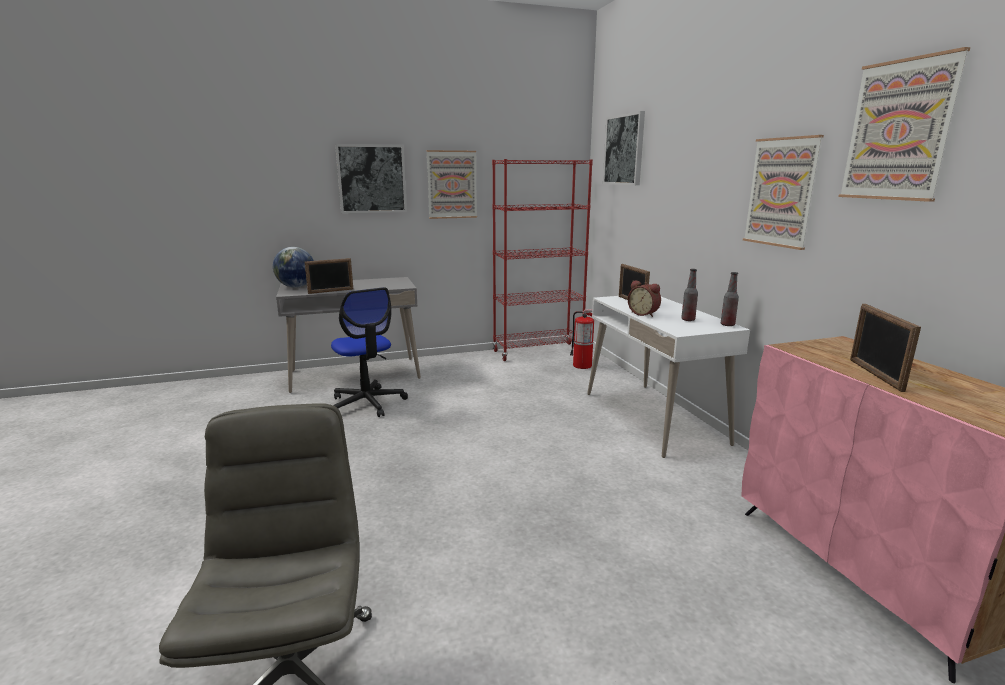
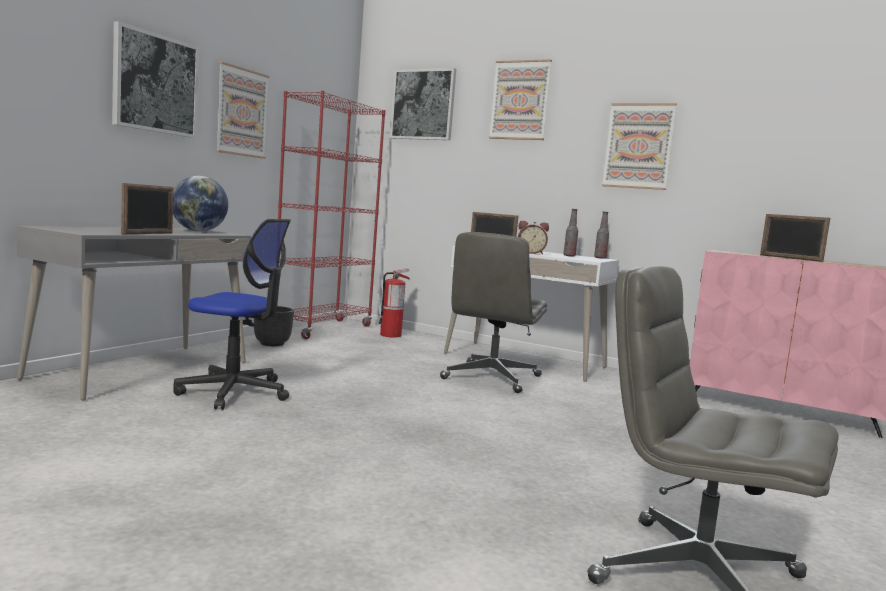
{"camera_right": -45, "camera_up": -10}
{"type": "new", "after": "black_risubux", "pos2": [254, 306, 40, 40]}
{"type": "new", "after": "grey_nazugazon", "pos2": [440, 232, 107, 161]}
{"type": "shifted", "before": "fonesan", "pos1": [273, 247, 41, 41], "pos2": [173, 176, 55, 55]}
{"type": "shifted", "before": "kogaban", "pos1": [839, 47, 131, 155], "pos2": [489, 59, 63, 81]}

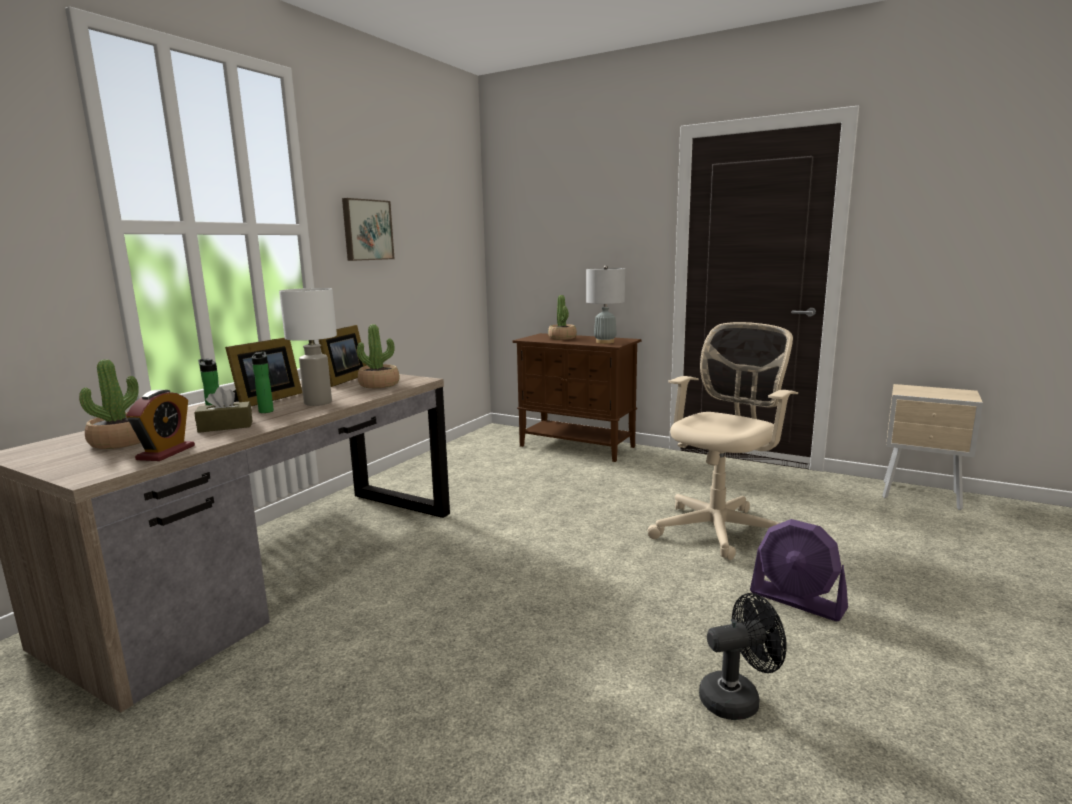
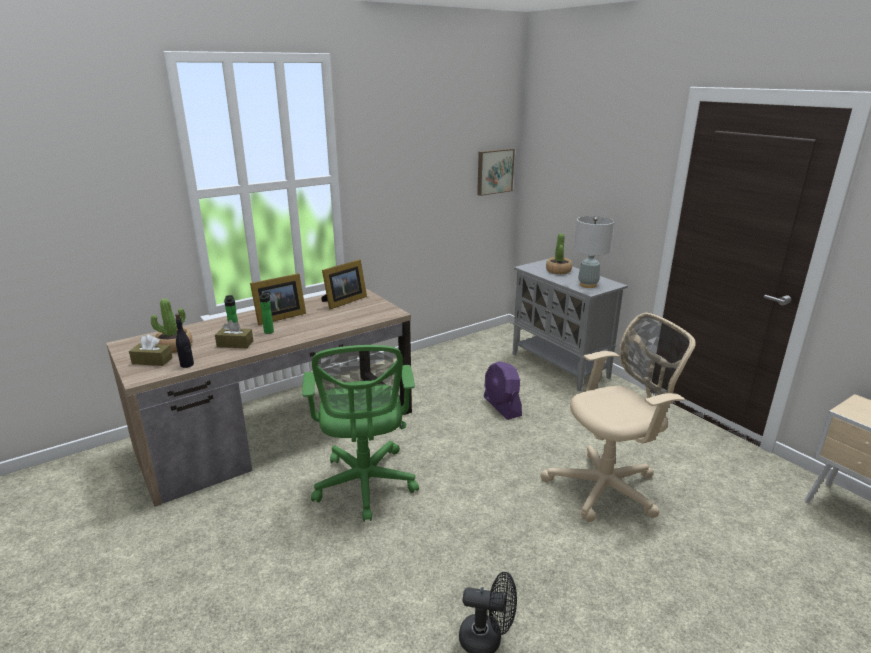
{"camera_right": 25, "camera_up": 10}
{"type": "gone", "before": "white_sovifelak", "pos1": [279, 288, 58, 118]}
{"type": "gone", "before": "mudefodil", "pos1": [357, 324, 42, 64]}
{"type": "new", "after": "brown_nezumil", "pos2": [129, 335, 44, 31]}
{"type": "new", "after": "green_nazugazon", "pos2": [302, 345, 117, 177]}
{"type": "shifted", "before": "kogaban", "pos1": [342, 198, 53, 63], "pos2": [477, 148, 38, 48]}
{"type": "shifted", "before": "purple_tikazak", "pos1": [750, 519, 98, 102], "pos2": [484, 361, 38, 59]}
{"type": "swapped", "before": "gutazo", "after": "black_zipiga", "pos1": [126, 390, 69, 71], "pos2": [175, 314, 19, 54]}
{"type": "repainted", "before": "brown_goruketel", "after": "grey_goruketel", "pos1": [513, 333, 128, 129], "pos2": [512, 259, 116, 132]}

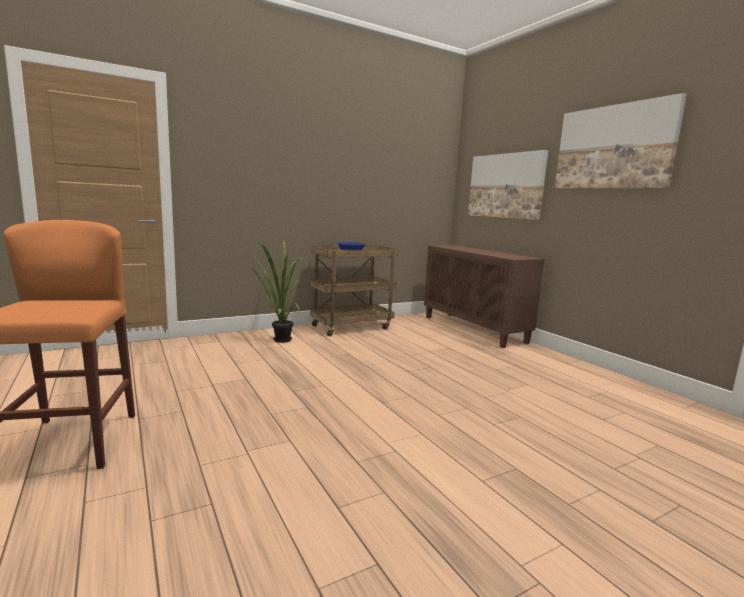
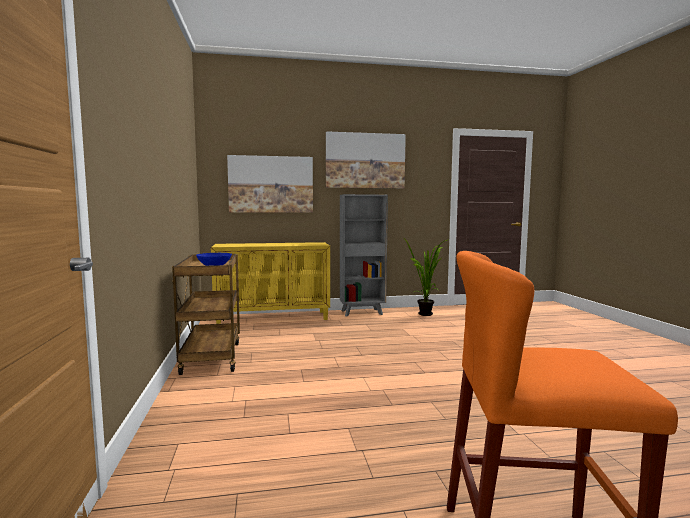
{"camera_right": -70, "camera_up": -5}
{"type": "new", "after": "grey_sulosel", "pos2": [340, 194, 48, 122]}
{"type": "shifted", "before": "mudefodil", "pos1": [250, 240, 55, 103], "pos2": [405, 239, 42, 77]}
{"type": "repainted", "before": "brown_goruketel", "after": "yellow_goruketel", "pos1": [424, 245, 121, 103], "pos2": [211, 242, 119, 82]}

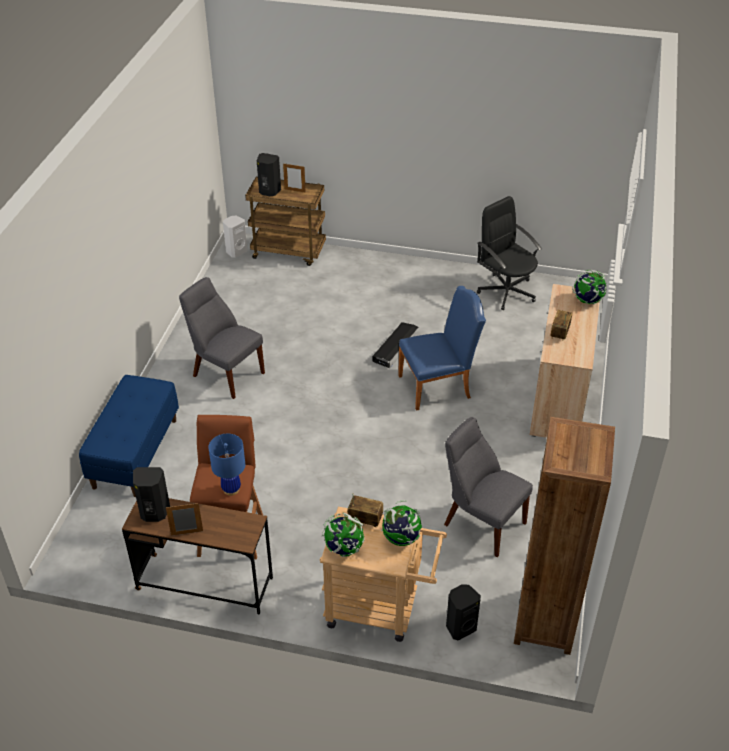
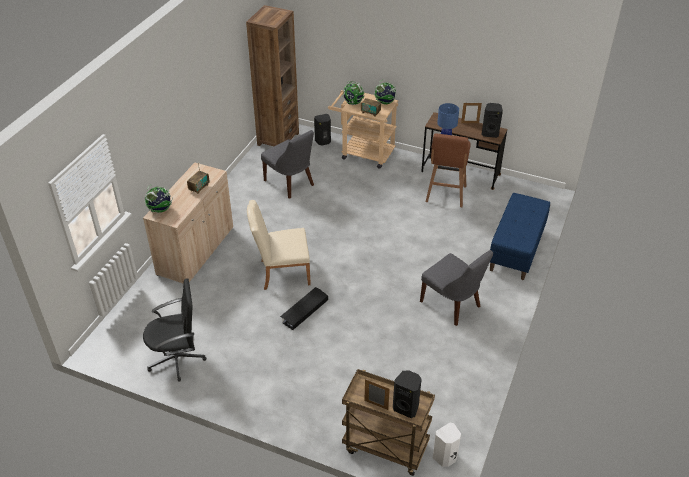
{"camera_right": -170, "camera_up": 0}
{"type": "repainted", "before": "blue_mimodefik", "after": "beige_mimodefik", "pos1": [398, 286, 88, 125], "pos2": [247, 200, 64, 90]}
{"type": "rotated", "before": "black_nazugazon", "pos1": [477, 196, 65, 114], "pos2": [143, 278, 63, 104], "turn": -75}

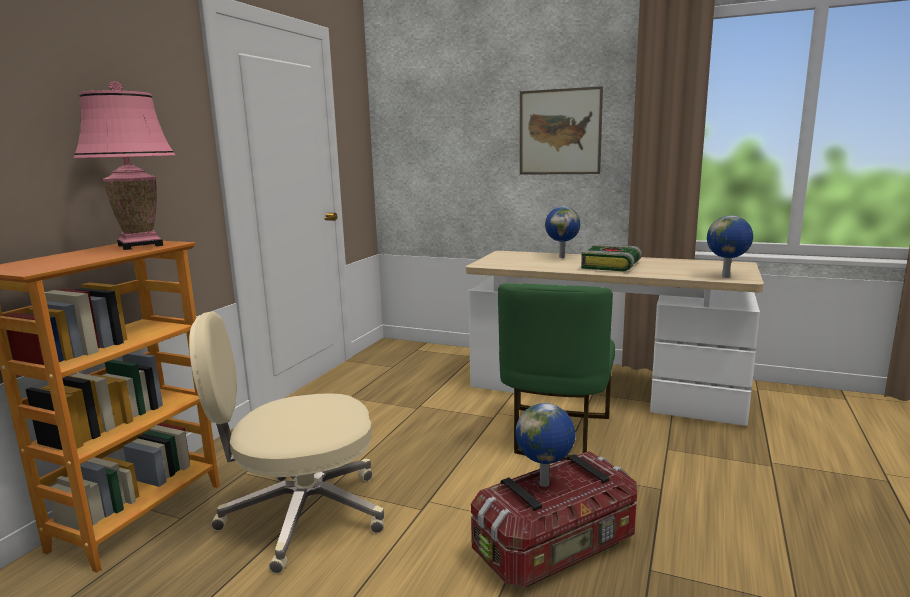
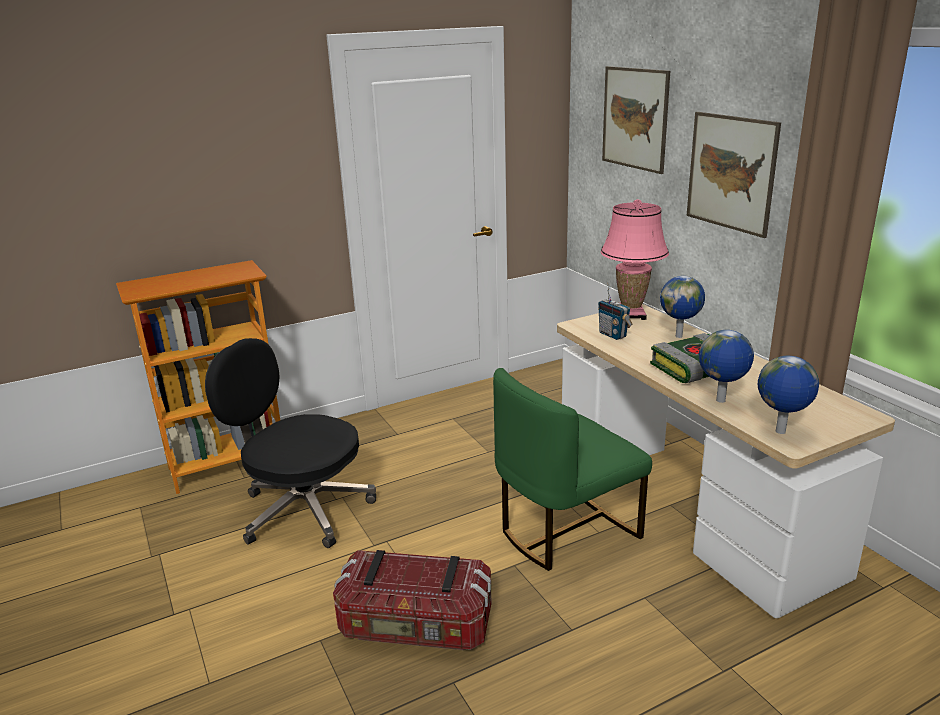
{"camera_right": 40, "camera_up": 10}
{"type": "new", "after": "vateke", "pos2": [598, 282, 34, 58]}
{"type": "new", "after": "kogaban", "pos2": [602, 66, 68, 108]}
{"type": "shifted", "before": "pink_sovifelak", "pos1": [74, 81, 101, 169], "pos2": [600, 199, 69, 121]}
{"type": "shifted", "before": "fonesan", "pos1": [516, 403, 59, 84], "pos2": [699, 330, 55, 73]}
{"type": "repainted", "before": "beige_nazugazon", "after": "black_nazugazon", "pos1": [189, 312, 195, 262], "pos2": [205, 338, 171, 210]}

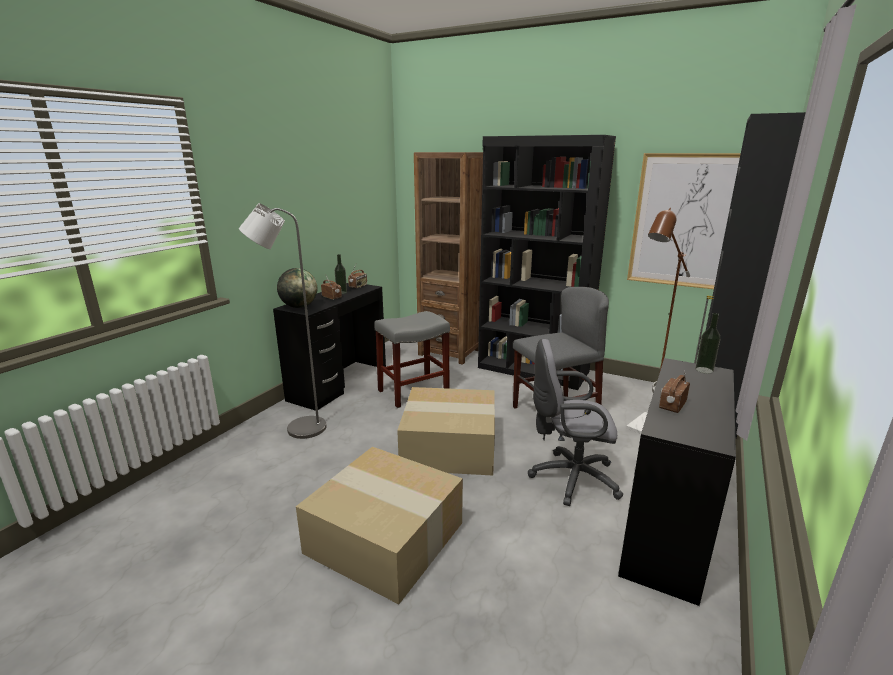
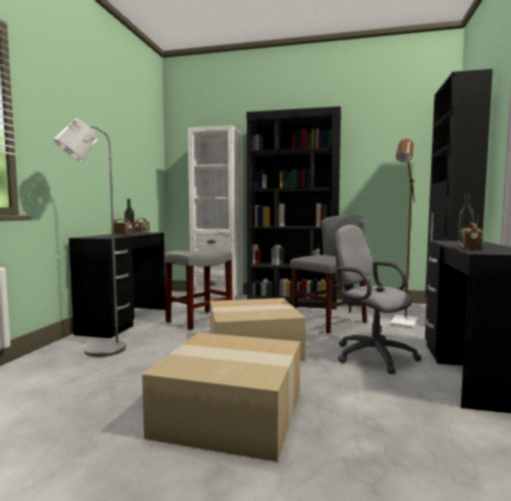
{"camera_right": -15, "camera_up": -15}
{"type": "gone", "before": "fonesan", "pos1": [277, 268, 40, 40]}
{"type": "gone", "before": "kogaban", "pos1": [627, 153, 114, 136]}
{"type": "repainted", "before": "brown_sulosel", "after": "white_sulosel", "pos1": [414, 152, 69, 213], "pos2": [188, 125, 55, 176]}
{"type": "rotated", "before": "grey_nazugazon", "pos1": [528, 339, 95, 167], "pos2": [335, 225, 87, 149], "turn": 60}

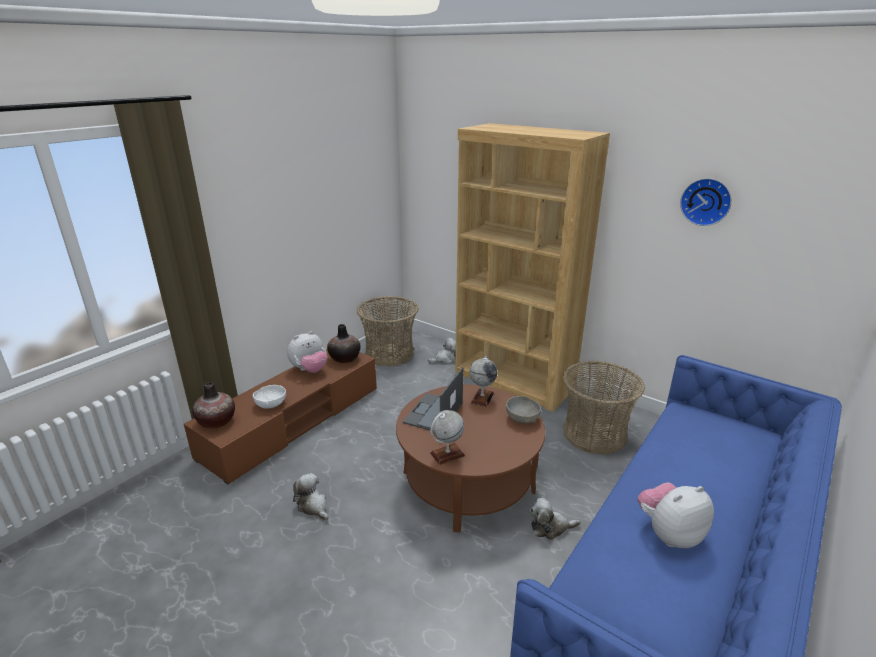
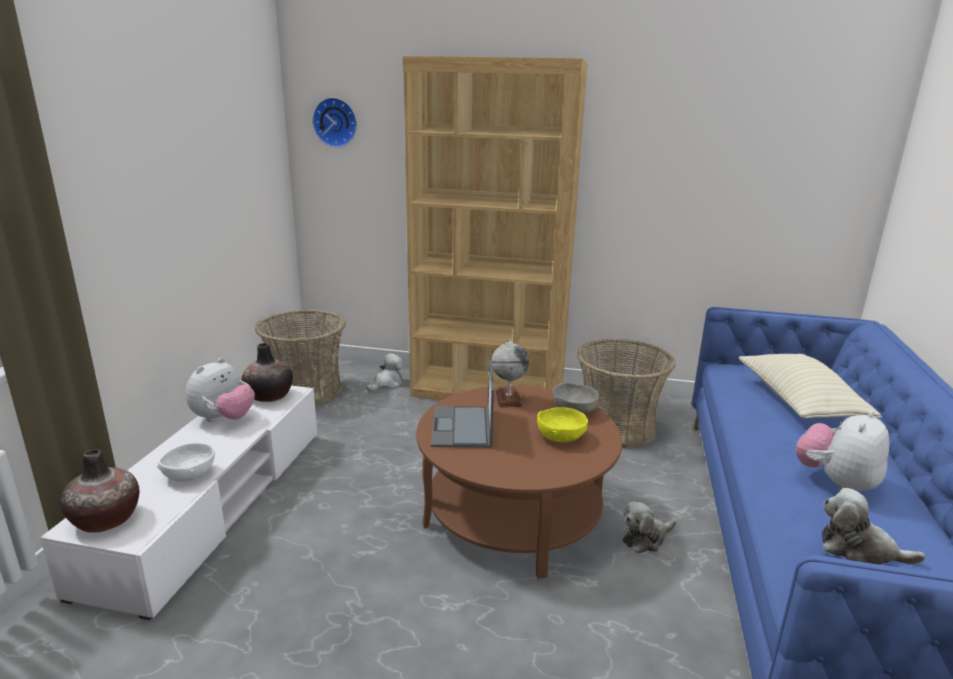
{"camera_right": -25, "camera_up": -5}
{"type": "gone", "before": "fonesan", "pos1": [430, 410, 35, 55]}
{"type": "new", "after": "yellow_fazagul", "pos2": [537, 407, 51, 35]}
{"type": "new", "after": "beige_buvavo", "pos2": [739, 354, 142, 65]}
{"type": "shifted", "before": "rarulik", "pos1": [293, 473, 35, 47], "pos2": [822, 488, 104, 77]}
{"type": "shifted", "before": "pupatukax", "pos1": [680, 178, 52, 48], "pos2": [312, 97, 45, 51]}
{"type": "repainted", "before": "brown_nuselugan", "after": "white_nuselugan", "pos1": [184, 350, 193, 134], "pos2": [40, 386, 277, 234]}

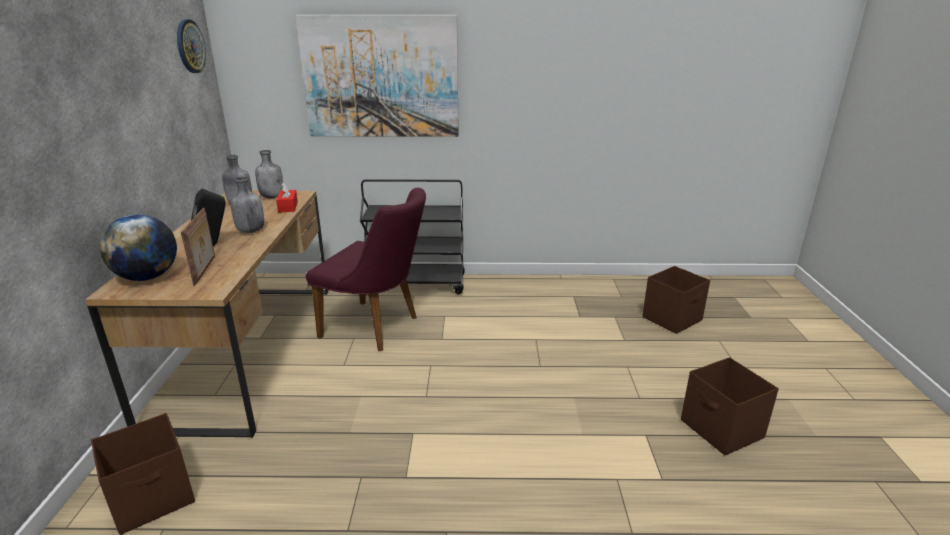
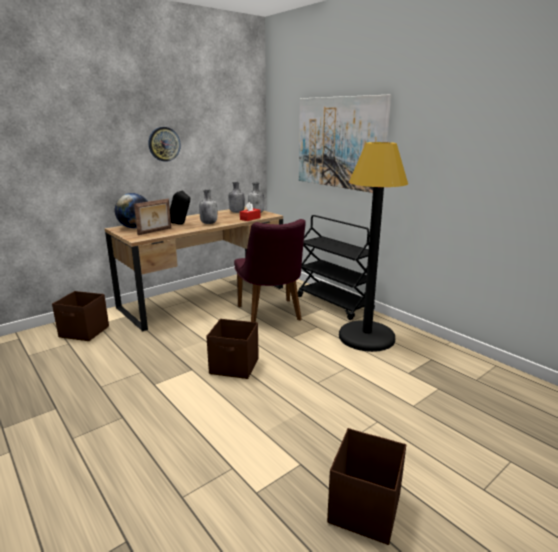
{"camera_right": 50, "camera_up": -5}
{"type": "new", "after": "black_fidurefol", "pos2": [339, 142, 69, 210]}
{"type": "shifted", "before": "pupatukax", "pos1": [177, 19, 29, 54], "pos2": [149, 127, 32, 35]}
{"type": "shifted", "before": "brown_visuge", "pos1": [642, 266, 68, 68], "pos2": [206, 319, 53, 60]}

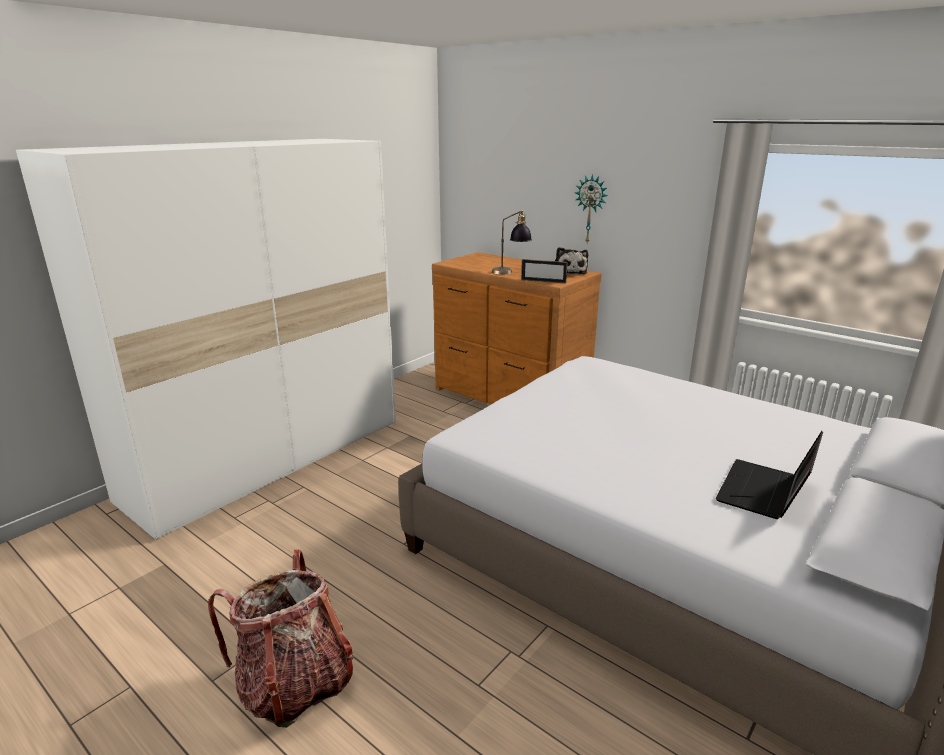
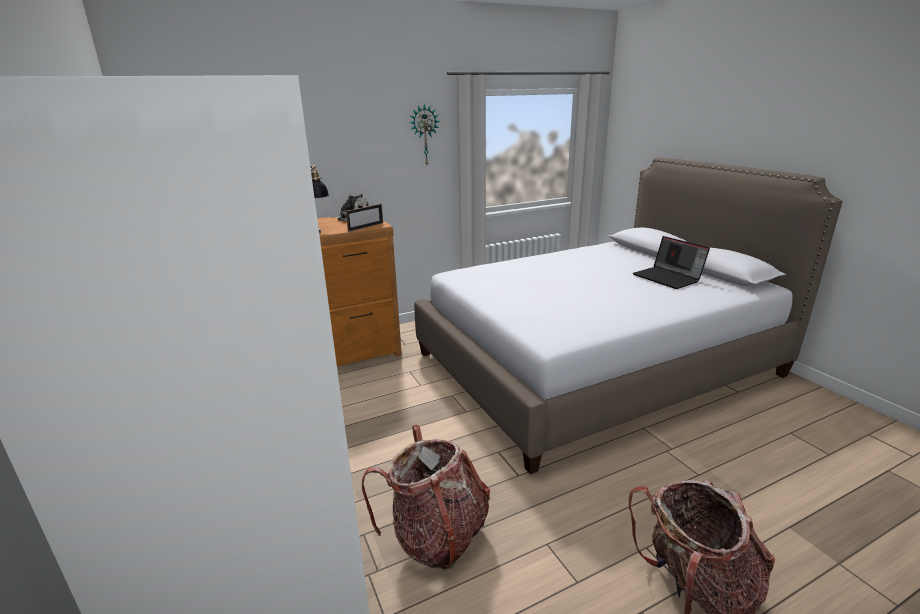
{"camera_right": -65, "camera_up": 0}
{"type": "new", "after": "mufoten", "pos2": [362, 424, 128, 146]}
{"type": "shifted", "before": "pupatukax", "pos1": [575, 174, 33, 69], "pos2": [410, 104, 30, 61]}

